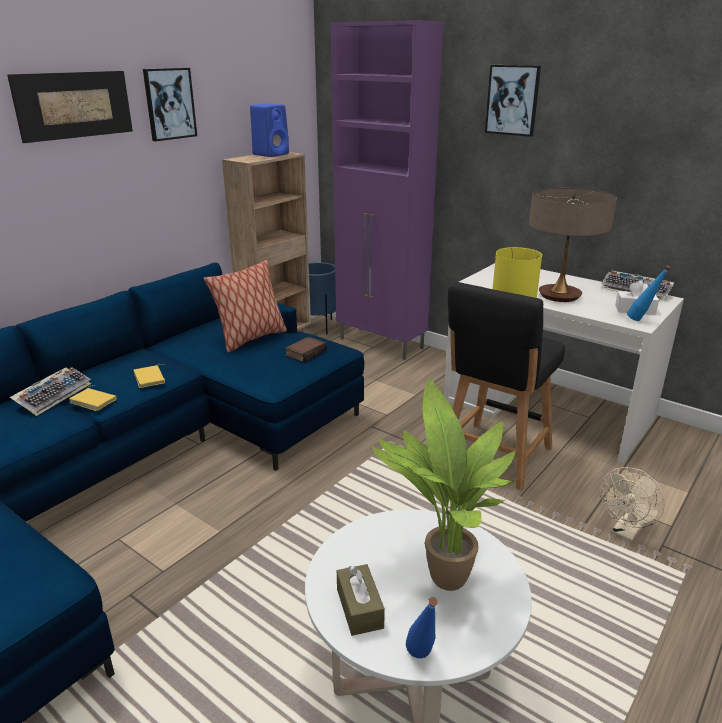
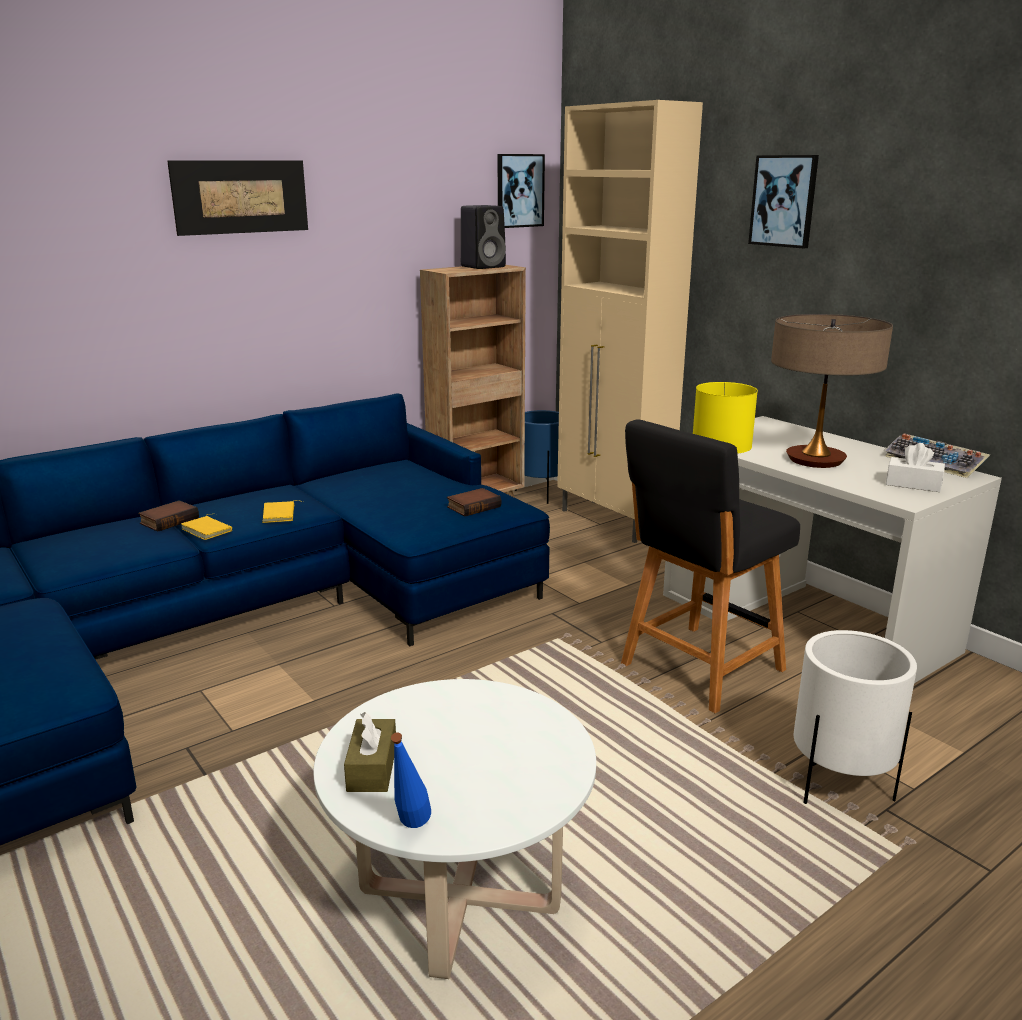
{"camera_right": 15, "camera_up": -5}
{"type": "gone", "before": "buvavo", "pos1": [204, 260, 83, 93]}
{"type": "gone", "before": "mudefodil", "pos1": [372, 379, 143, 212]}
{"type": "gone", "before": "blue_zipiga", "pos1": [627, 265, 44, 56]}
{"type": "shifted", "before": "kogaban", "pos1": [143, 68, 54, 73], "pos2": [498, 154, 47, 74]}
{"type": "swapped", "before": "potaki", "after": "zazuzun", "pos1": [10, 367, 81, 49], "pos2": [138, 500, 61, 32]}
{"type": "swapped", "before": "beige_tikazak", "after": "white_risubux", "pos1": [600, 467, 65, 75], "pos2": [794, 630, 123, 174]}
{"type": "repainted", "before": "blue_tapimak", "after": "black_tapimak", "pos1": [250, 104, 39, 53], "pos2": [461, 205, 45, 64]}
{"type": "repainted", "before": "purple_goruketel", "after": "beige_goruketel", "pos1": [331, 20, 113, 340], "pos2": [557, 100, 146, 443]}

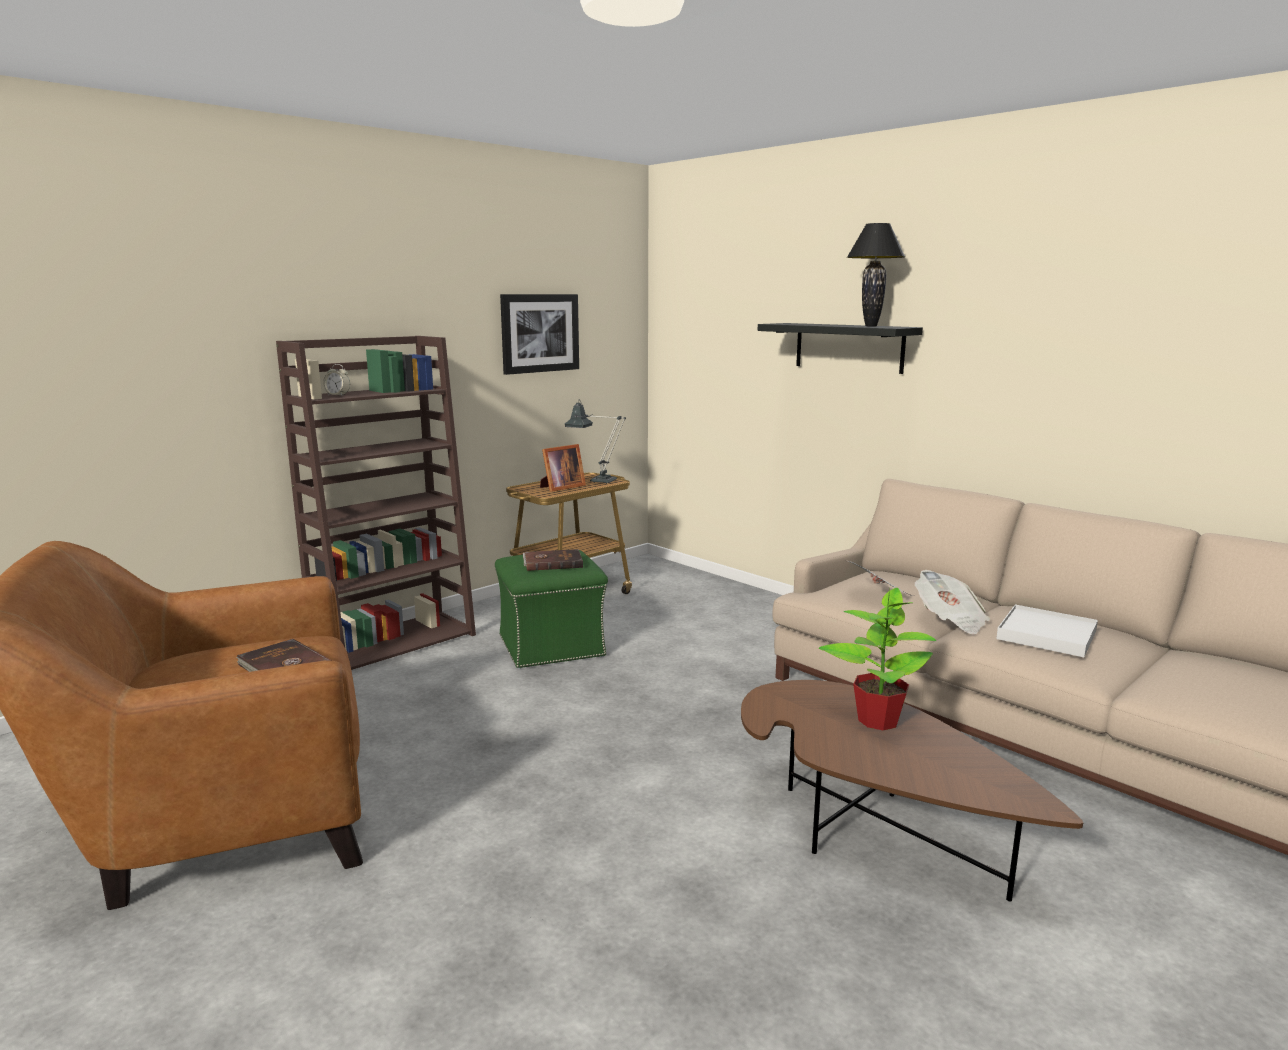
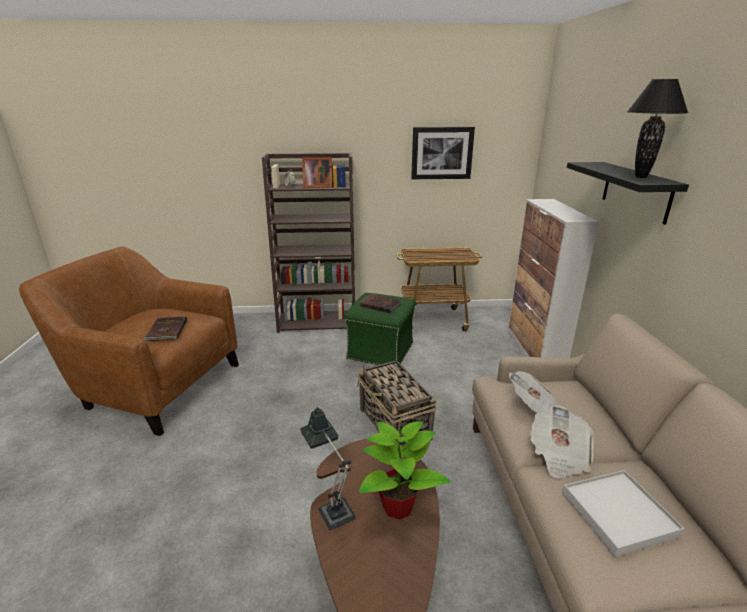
{"camera_right": 40, "camera_up": 10}
{"type": "new", "after": "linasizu", "pos2": [357, 361, 80, 86]}
{"type": "new", "after": "goruketel", "pos2": [507, 199, 92, 159]}
{"type": "shifted", "before": "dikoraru", "pos1": [540, 444, 46, 48], "pos2": [302, 157, 30, 31]}
{"type": "shifted", "before": "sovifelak", "pos1": [565, 400, 61, 84], "pos2": [300, 407, 56, 123]}

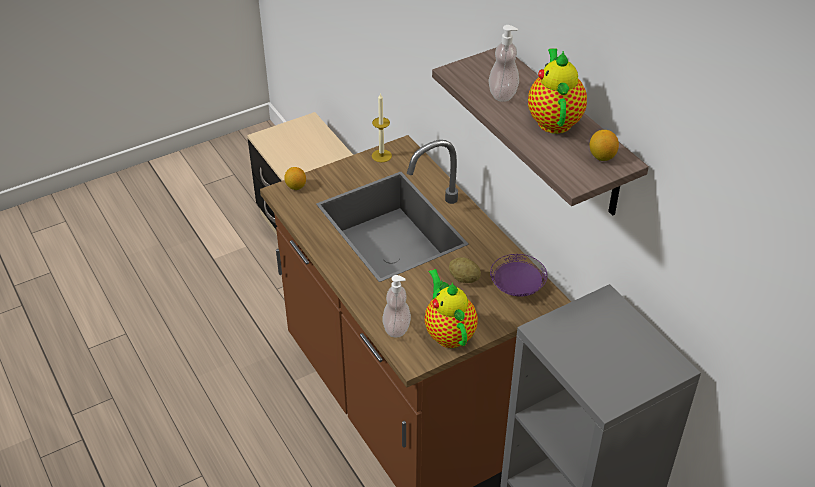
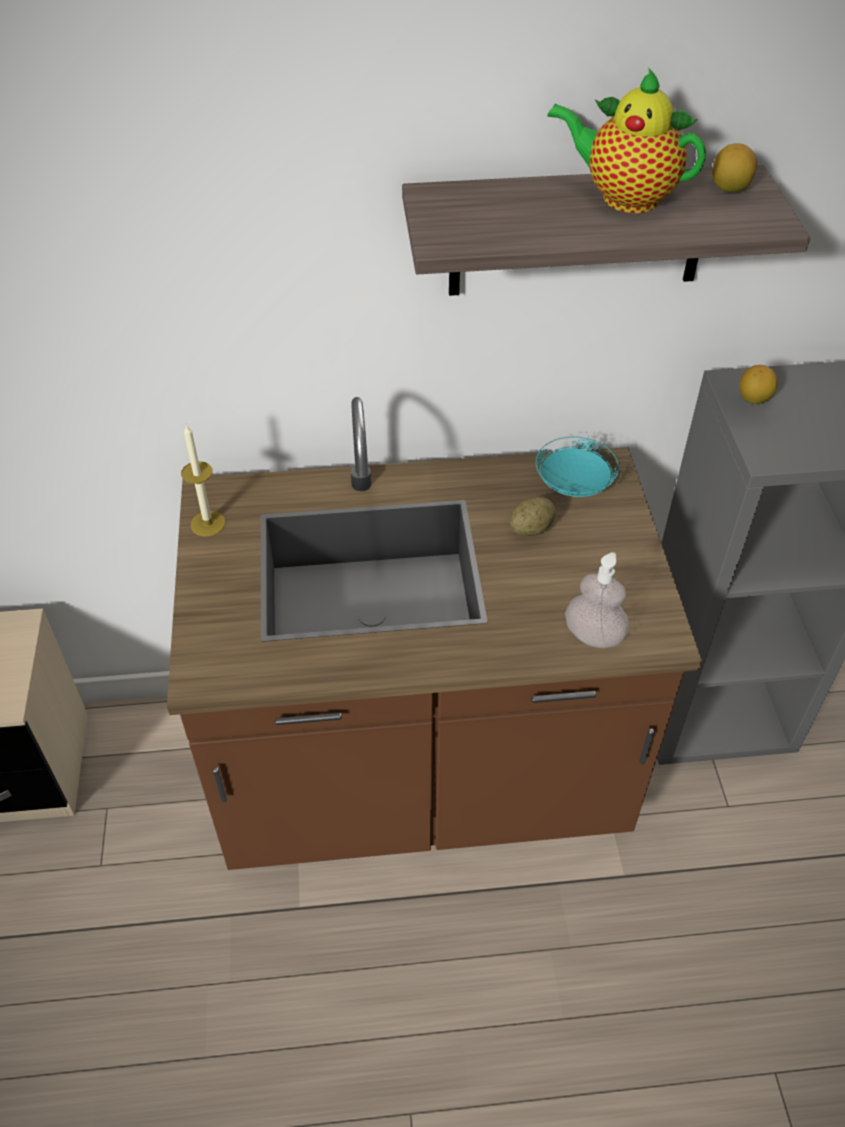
{"camera_right": -65, "camera_up": 5}
{"type": "gone", "before": "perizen", "pos1": [424, 269, 54, 79]}
{"type": "gone", "before": "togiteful", "pos1": [489, 25, 30, 77]}
{"type": "shifted", "before": "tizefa", "pos1": [284, 167, 22, 23], "pos2": [739, 365, 39, 39]}
{"type": "repainted", "before": "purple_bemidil", "after": "turquoise_bemidil", "pos1": [490, 254, 57, 42], "pos2": [536, 436, 83, 61]}

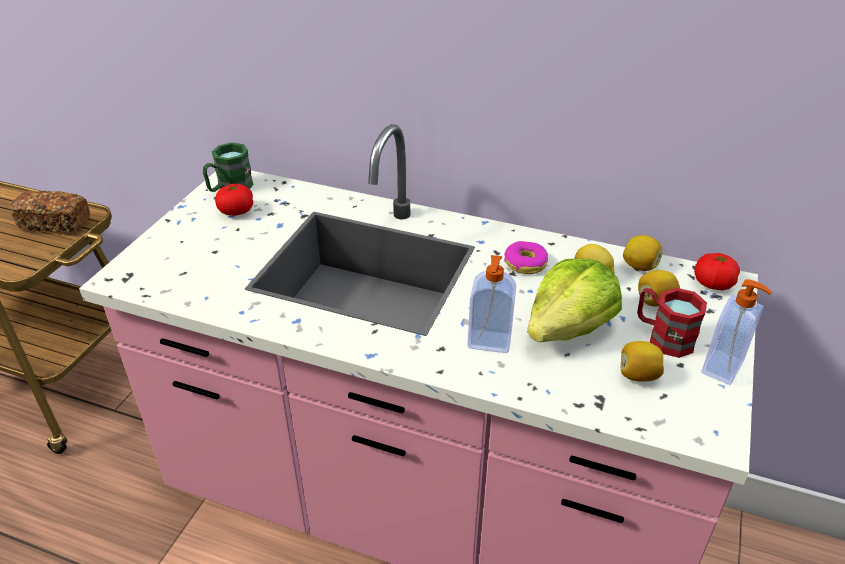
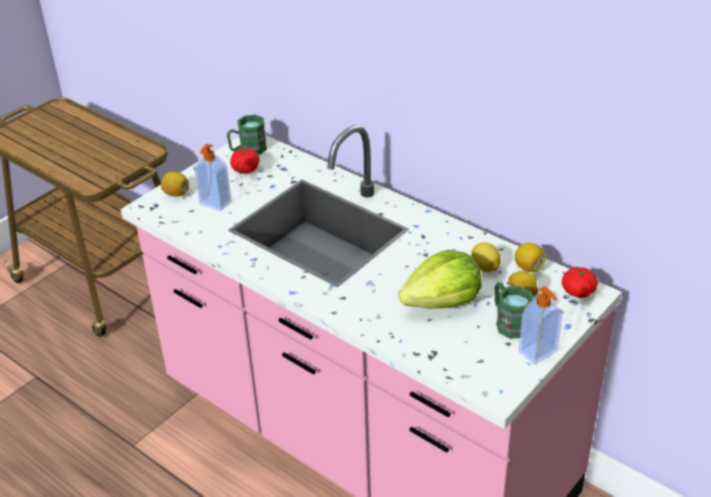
{"camera_right": 20, "camera_up": 0}
{"type": "gone", "before": "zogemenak", "pos1": [11, 191, 79, 42]}
{"type": "gone", "before": "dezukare", "pos1": [504, 241, 44, 33]}
{"type": "shifted", "before": "togiteful", "pos1": [467, 255, 49, 98], "pos2": [194, 144, 38, 67]}
{"type": "shifted", "before": "tizefa", "pos1": [621, 341, 43, 41], "pos2": [161, 172, 28, 24]}
{"type": "repainted", "before": "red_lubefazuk", "after": "green_lubefazuk", "pos1": [637, 288, 70, 70], "pos2": [495, 282, 39, 57]}

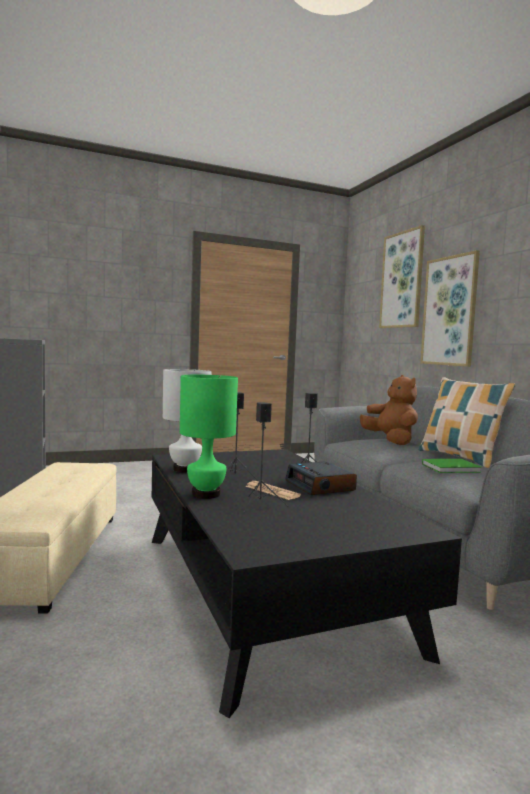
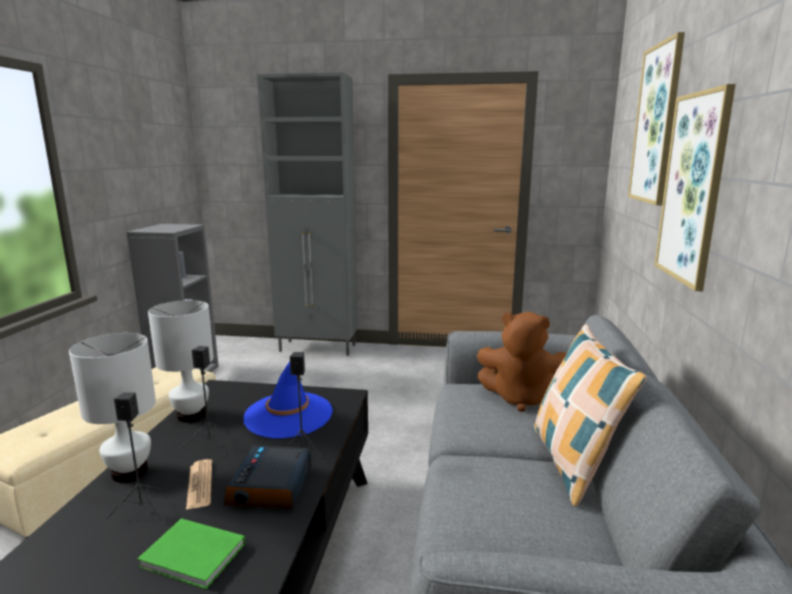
{"camera_right": 30, "camera_up": 10}
{"type": "new", "after": "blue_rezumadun", "pos2": [243, 361, 90, 78]}
{"type": "new", "after": "grey_goruketel", "pos2": [257, 72, 101, 284]}
{"type": "shifted", "before": "green_zazuzun", "pos1": [422, 459, 59, 14], "pos2": [137, 518, 108, 71]}
{"type": "repainted", "before": "green_sovifelak", "after": "white_sovifelak", "pos1": [180, 375, 58, 124], "pos2": [69, 333, 87, 150]}
{"type": "rotated", "before": "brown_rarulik", "pos1": [360, 375, 58, 70], "pos2": [477, 312, 90, 100], "turn": 105}

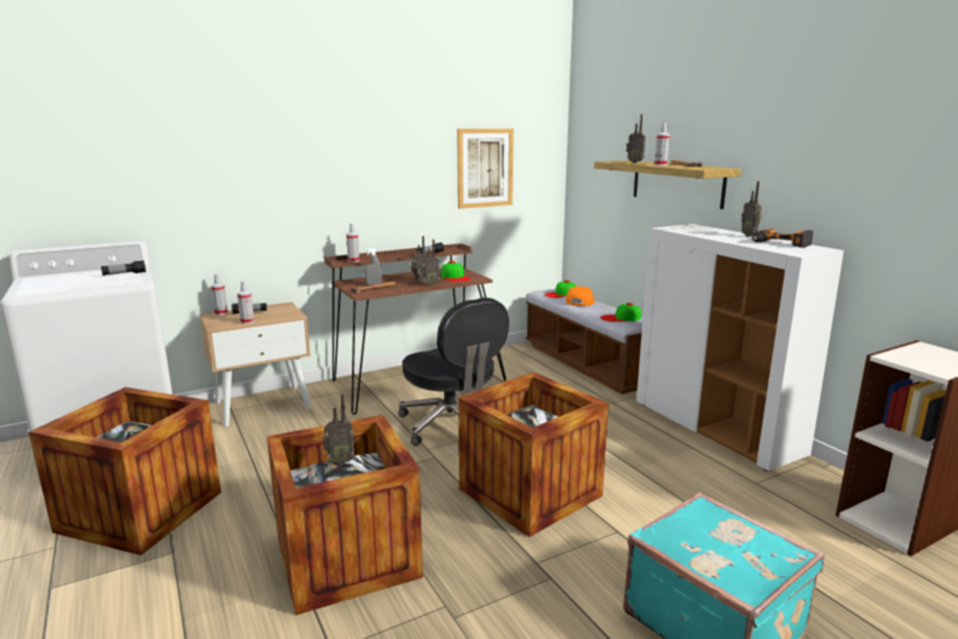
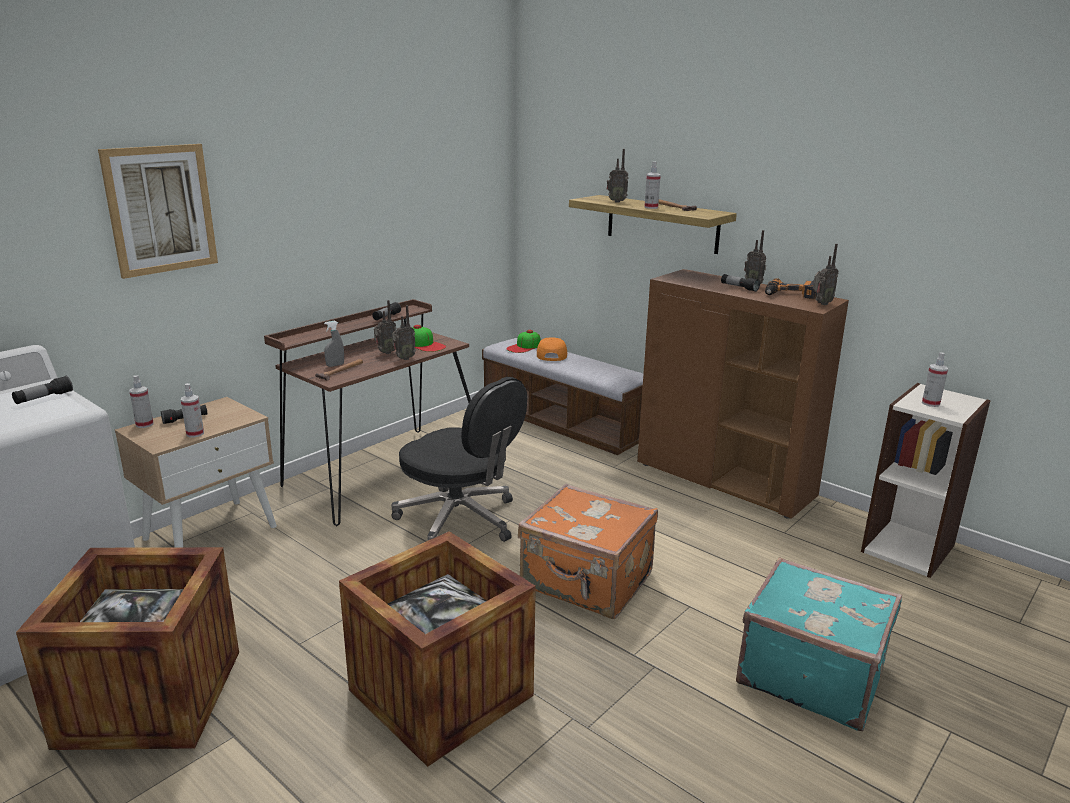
{"camera_right": -20, "camera_up": 5}
{"type": "gone", "before": "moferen", "pos1": [600, 303, 41, 19]}
{"type": "new", "after": "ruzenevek", "pos2": [721, 274, 39, 18]}
{"type": "shifted", "before": "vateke", "pos1": [322, 394, 33, 71], "pos2": [813, 244, 26, 61]}
{"type": "shifted", "before": "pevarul", "pos1": [346, 223, 14, 39], "pos2": [922, 352, 26, 55]}
{"type": "shifted", "before": "kogaban", "pos1": [457, 129, 57, 80], "pos2": [98, 144, 120, 135]}
{"type": "swapped", "before": "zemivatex", "after": "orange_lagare", "pos1": [458, 372, 151, 165], "pos2": [518, 484, 140, 135]}
{"type": "repainted", "before": "white_goruketel", "after": "brown_goruketel", "pos1": [636, 224, 208, 248], "pos2": [637, 269, 212, 250]}

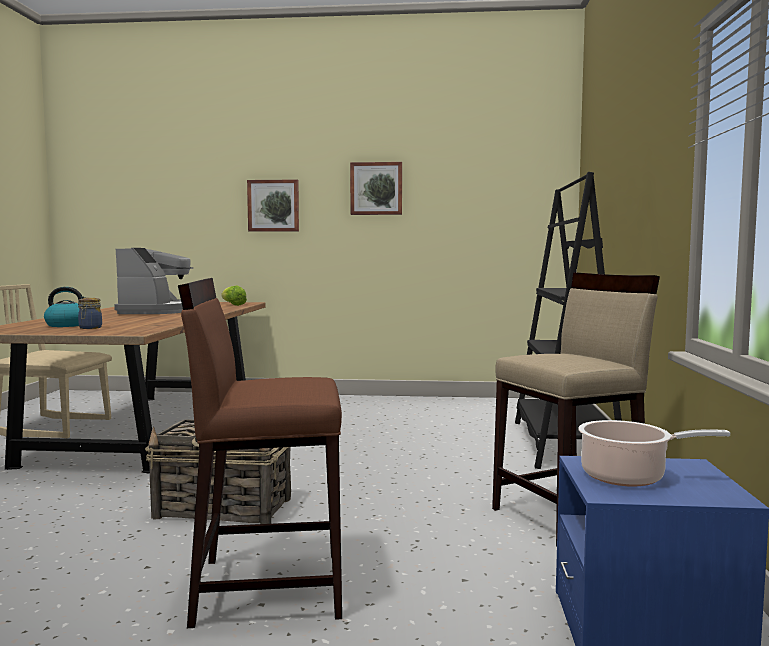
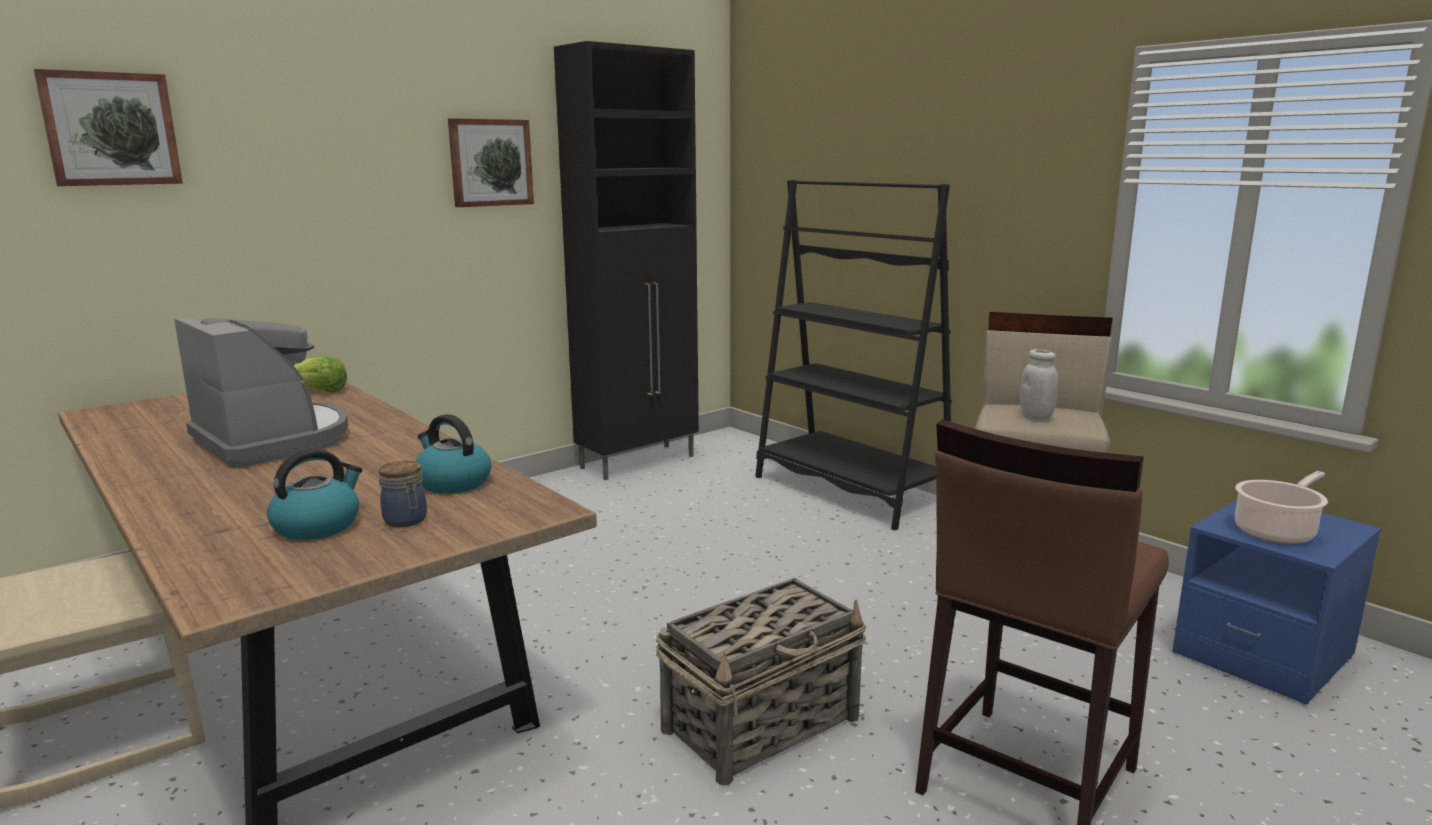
{"camera_right": -45, "camera_up": 10}
{"type": "new", "after": "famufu", "pos2": [415, 414, 76, 80]}
{"type": "new", "after": "black_goruketel", "pos2": [554, 41, 145, 439]}
{"type": "new", "after": "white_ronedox", "pos2": [1020, 349, 38, 72]}
{"type": "shifted", "before": "kogaban", "pos1": [247, 179, 52, 53], "pos2": [34, 69, 149, 117]}

